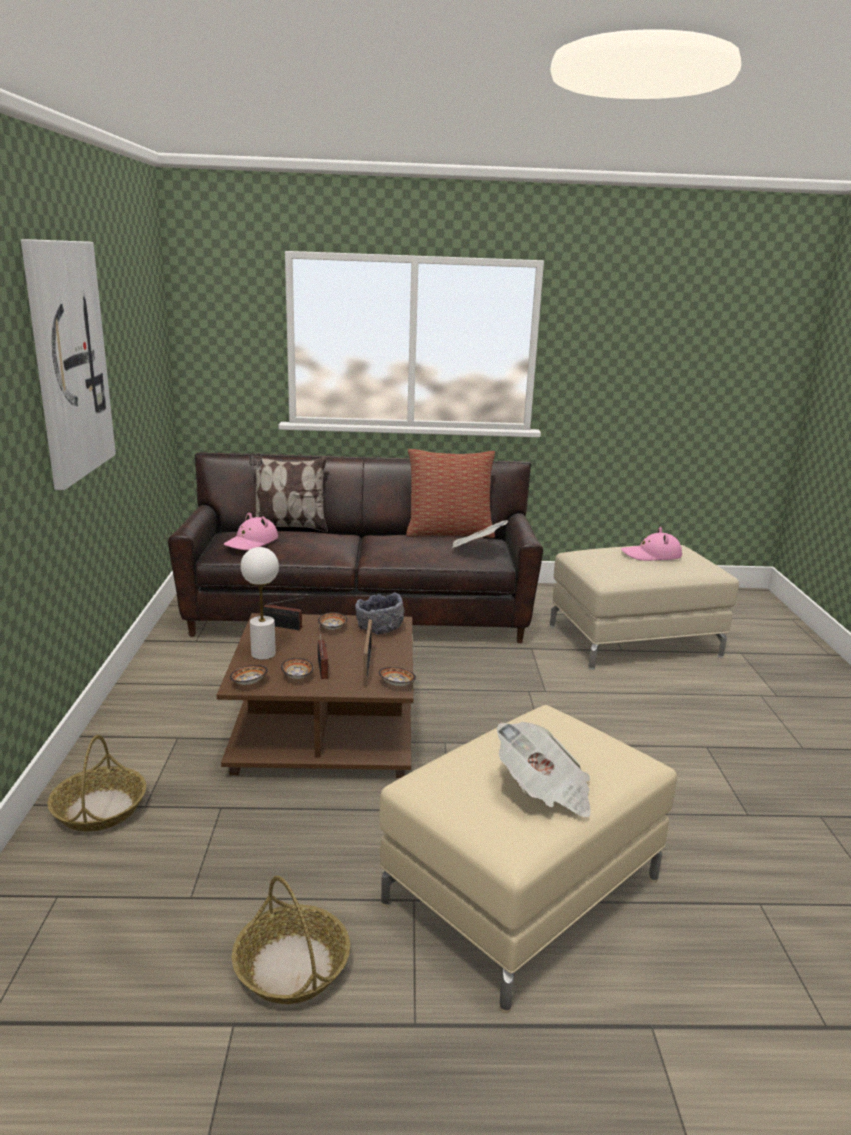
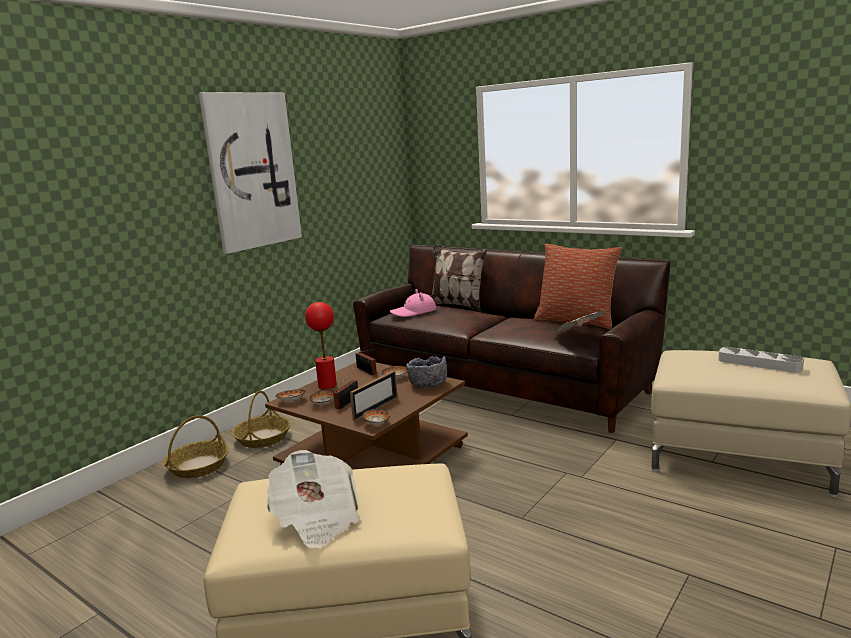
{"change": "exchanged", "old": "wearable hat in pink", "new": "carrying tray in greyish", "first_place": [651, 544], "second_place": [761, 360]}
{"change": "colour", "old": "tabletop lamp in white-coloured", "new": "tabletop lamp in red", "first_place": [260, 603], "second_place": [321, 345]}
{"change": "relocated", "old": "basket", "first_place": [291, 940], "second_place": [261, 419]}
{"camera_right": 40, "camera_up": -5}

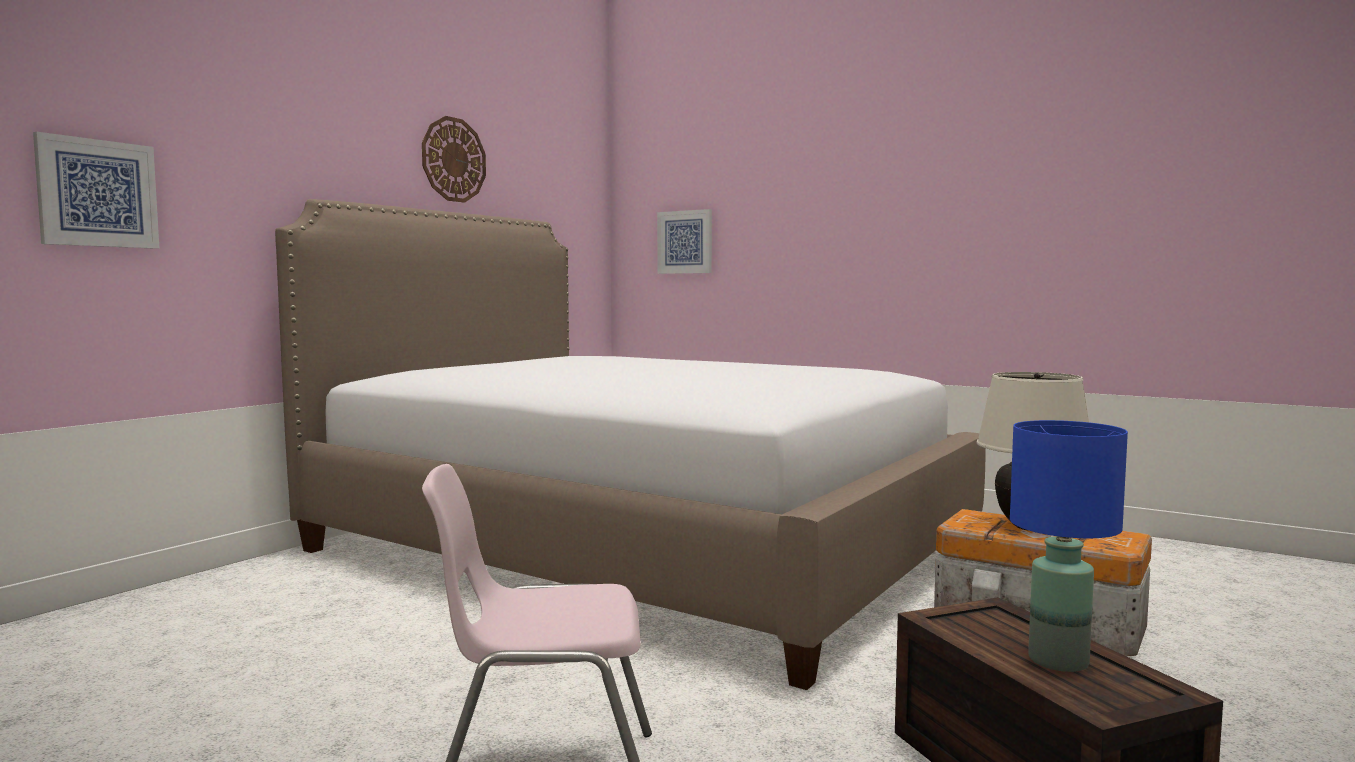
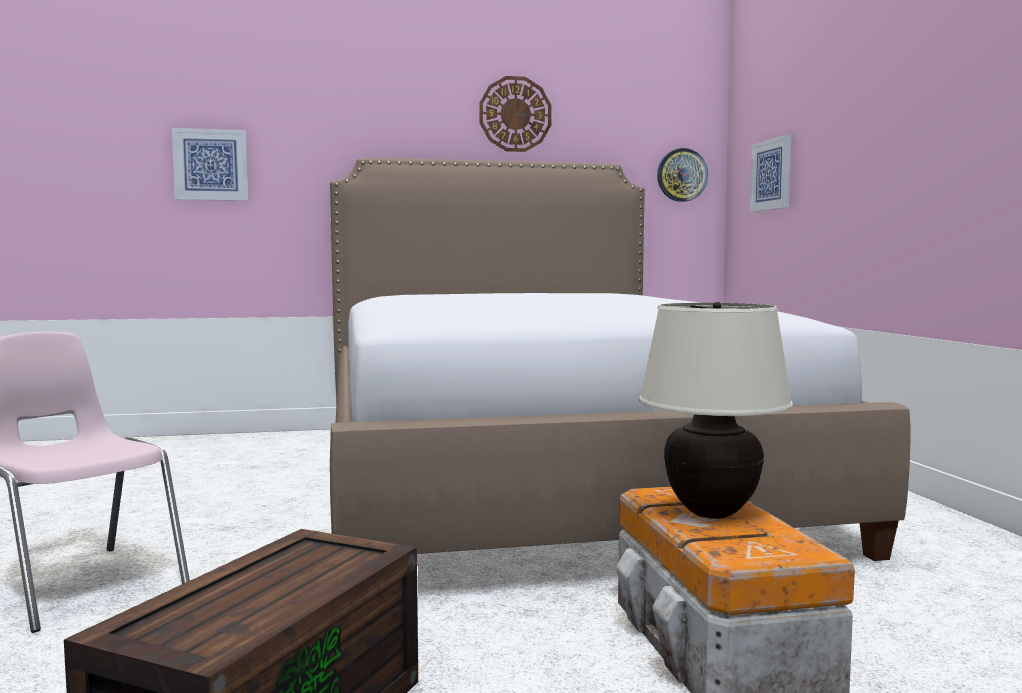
{"change": "missing", "old": "tabletop lamp in blue-coloured", "first_place": [1069, 546]}
{"change": "appeared", "new": "hanging clock", "second_place": [682, 175]}
{"camera_right": 45, "camera_up": 0}

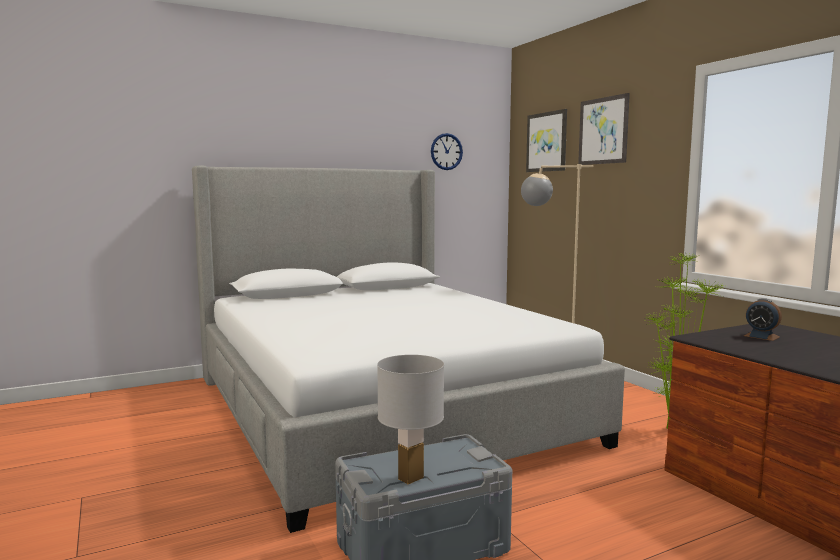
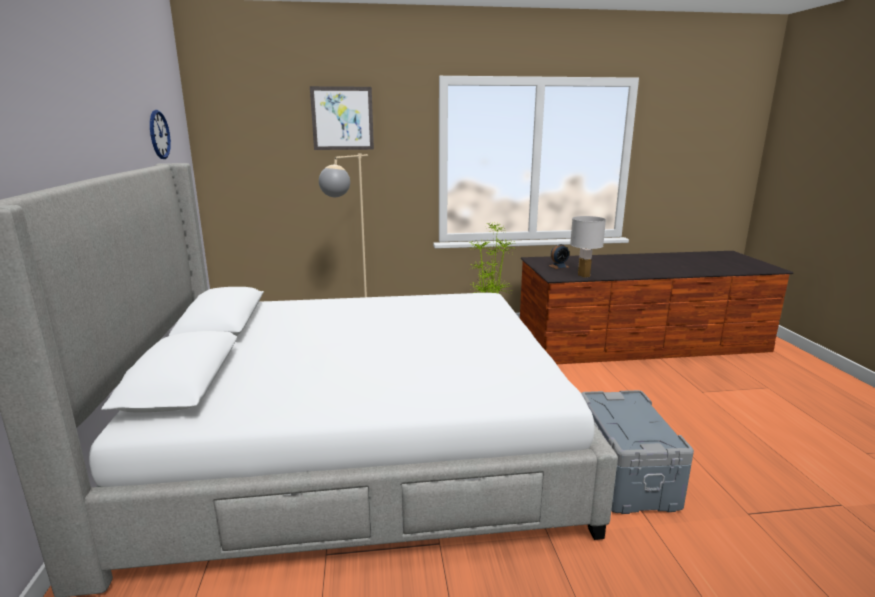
{"change": "missing", "old": "picture", "first_place": [546, 140]}
{"change": "relocated", "old": "tabletop lamp in white-coloured", "first_place": [410, 419], "second_place": [588, 247]}
{"camera_right": -70, "camera_up": 10}

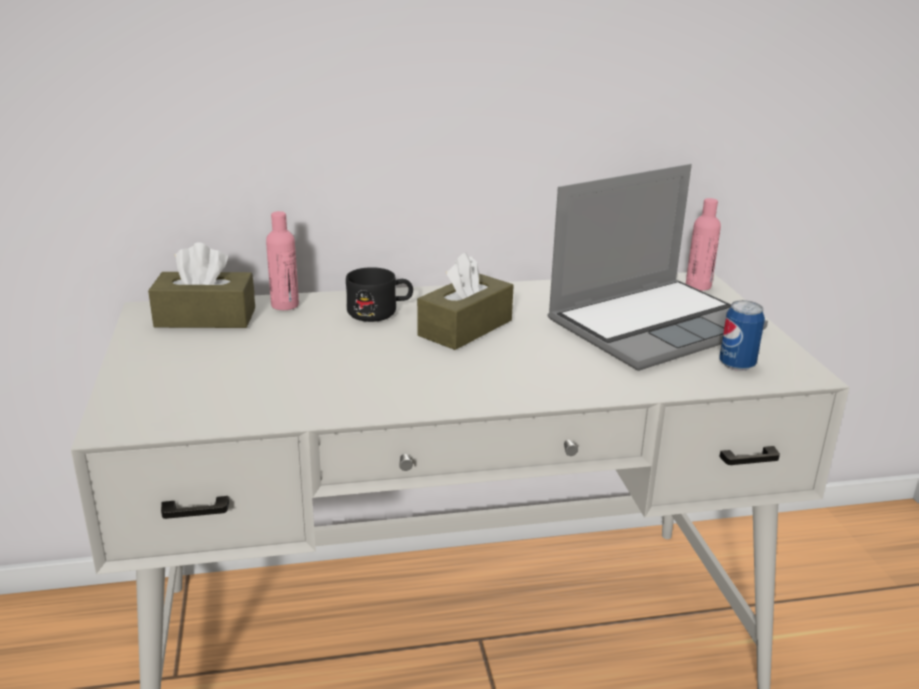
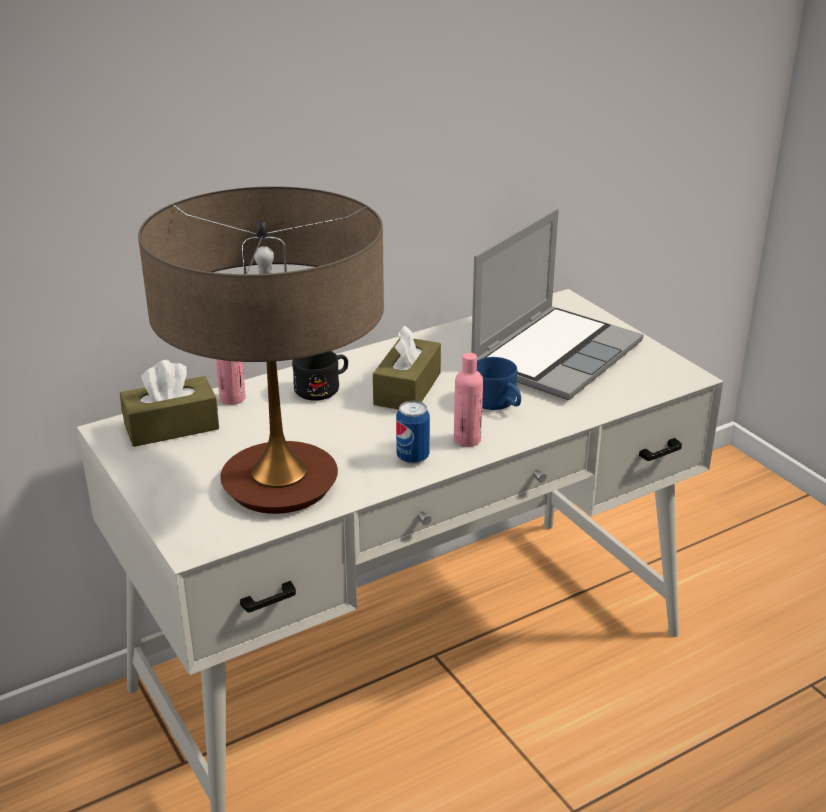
{"change": "relocated", "old": "bottle in pink", "first_place": [703, 244], "second_place": [468, 400]}
{"change": "relocated", "old": "can", "first_place": [742, 335], "second_place": [413, 432]}
{"change": "appeared", "new": "tabletop lamp", "second_place": [261, 350]}
{"change": "appeared", "new": "tea mug in blue-coloured", "second_place": [499, 383]}
{"camera_right": -20, "camera_up": 5}

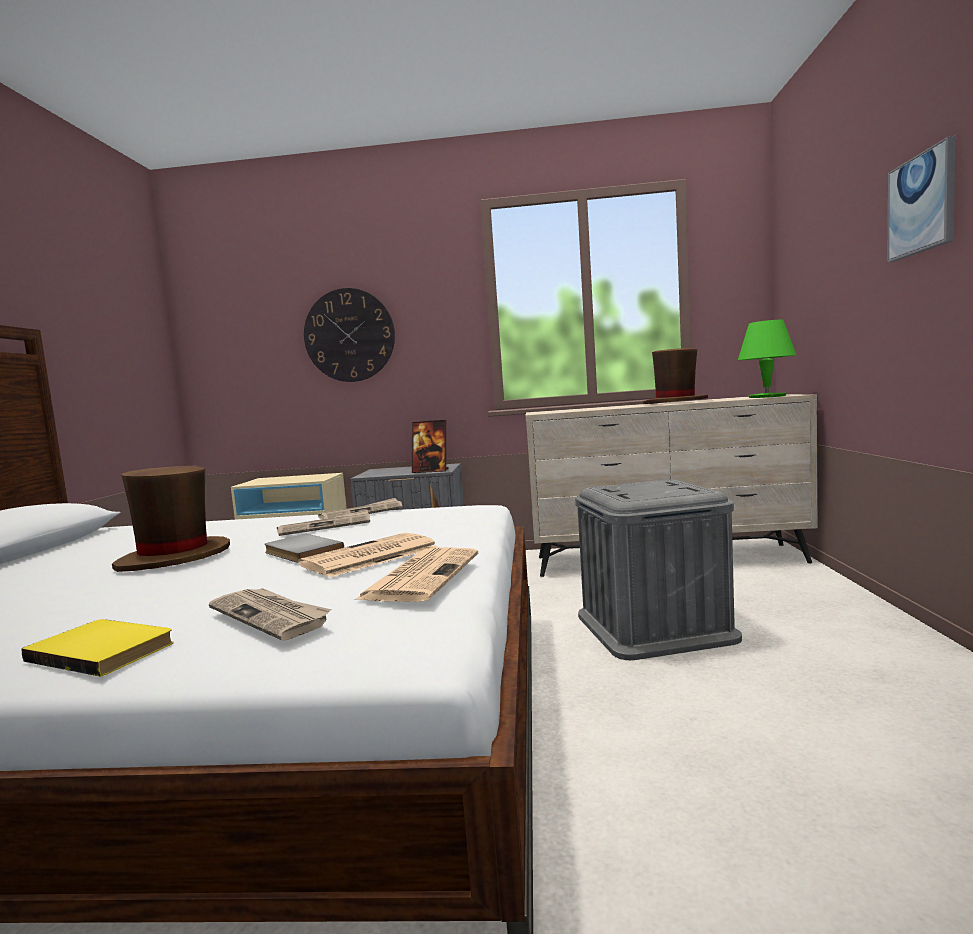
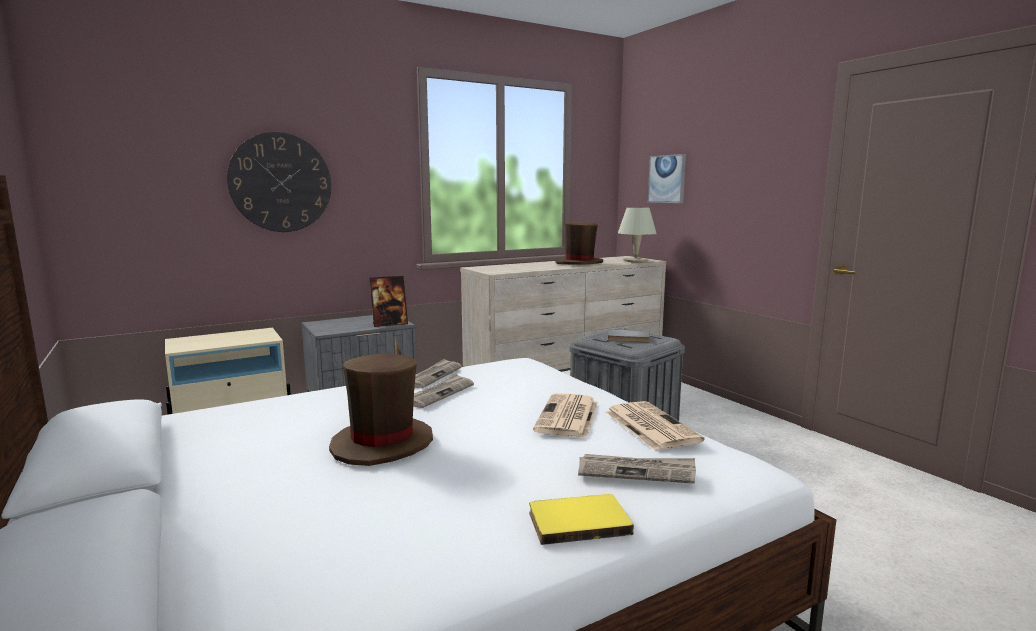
{"change": "relocated", "old": "picture", "first_place": [921, 199], "second_place": [667, 178]}
{"change": "colour", "old": "tabletop lamp in green", "new": "tabletop lamp in beige", "first_place": [767, 359], "second_place": [637, 234]}
{"change": "relocated", "old": "bound book in greyish", "first_place": [304, 548], "second_place": [628, 335]}
{"camera_right": -35, "camera_up": 5}

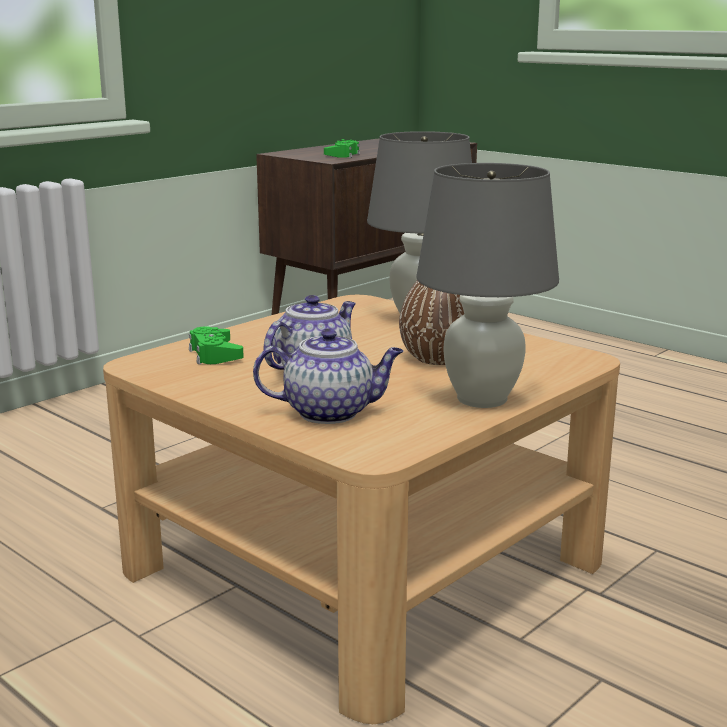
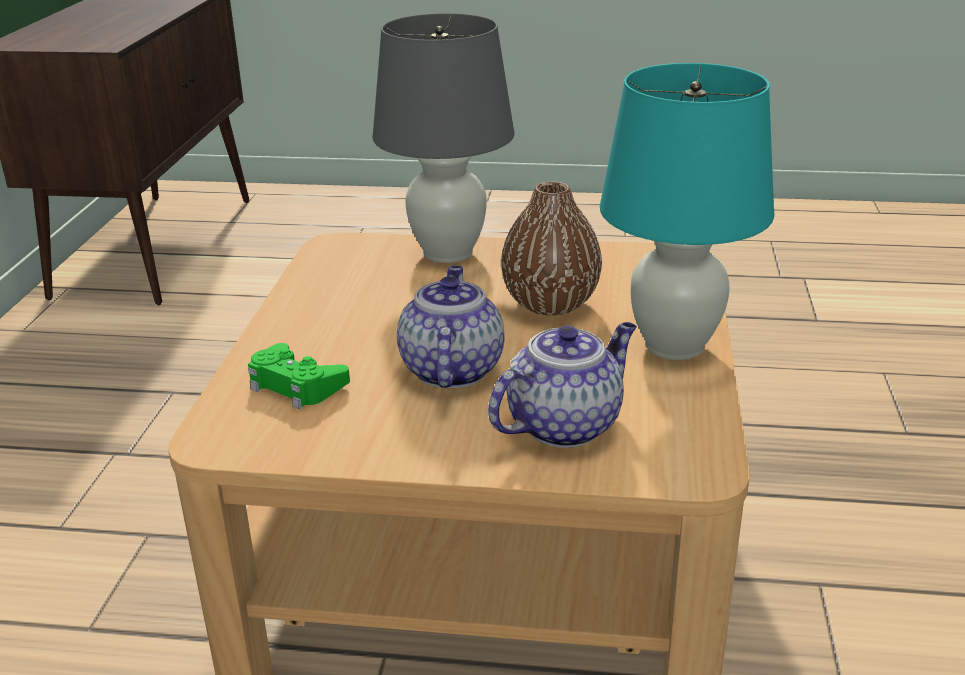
{"change": "missing", "old": "game controller in green", "first_place": [342, 148]}
{"change": "colour", "old": "tabletop lamp in greyish", "new": "tabletop lamp in turquoise-coloured", "first_place": [488, 285], "second_place": [687, 211]}
{"camera_right": -35, "camera_up": 10}

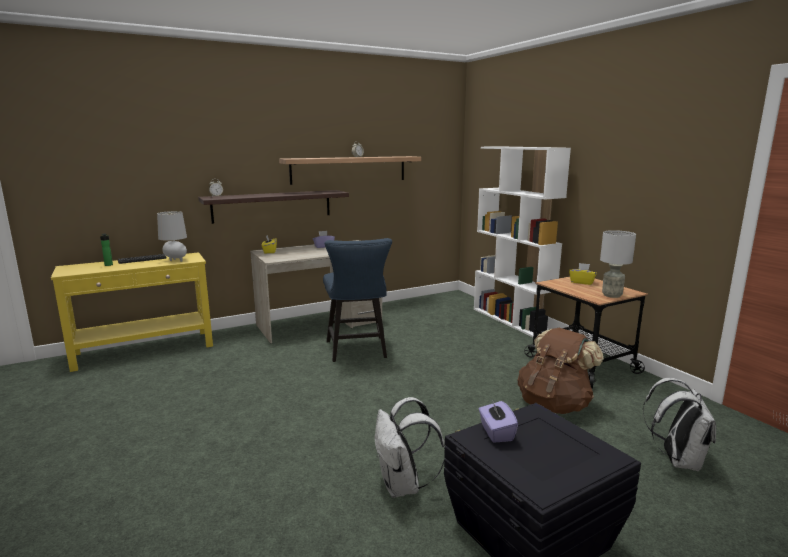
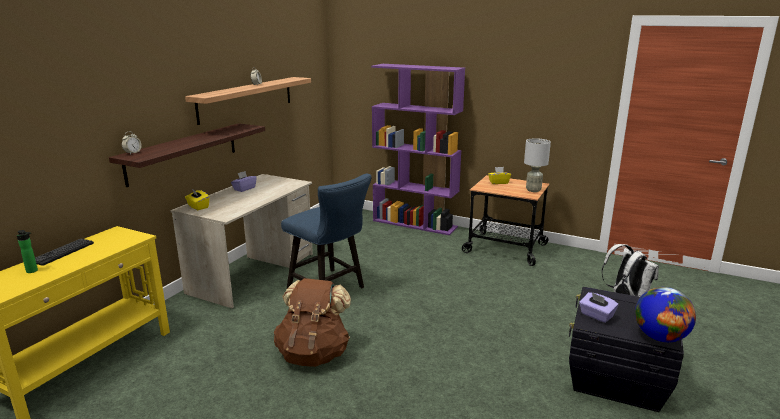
{"change": "colour", "old": "bookshelf in white-coloured", "new": "bookshelf in purple-coloured", "first_place": [522, 241], "second_place": [418, 149]}
{"change": "missing", "old": "tabletop lamp in greyish", "first_place": [172, 236]}
{"change": "relocated", "old": "knapsack in brown", "first_place": [560, 371], "second_place": [312, 322]}
{"change": "missing", "old": "knapsack in white-coloured", "first_place": [410, 447]}
{"change": "appeared", "new": "desk globe", "second_place": [665, 314]}
{"camera_right": -35, "camera_up": 5}

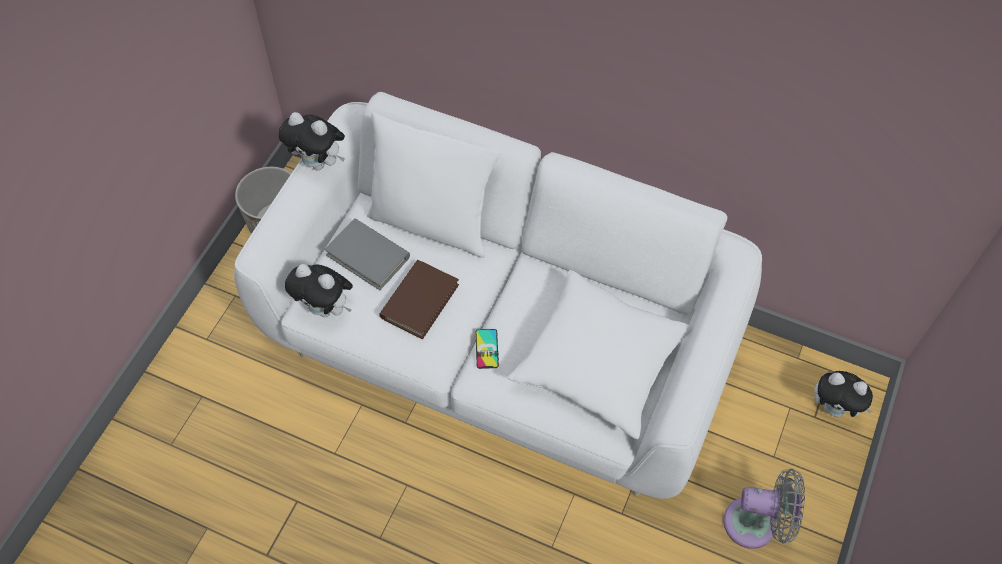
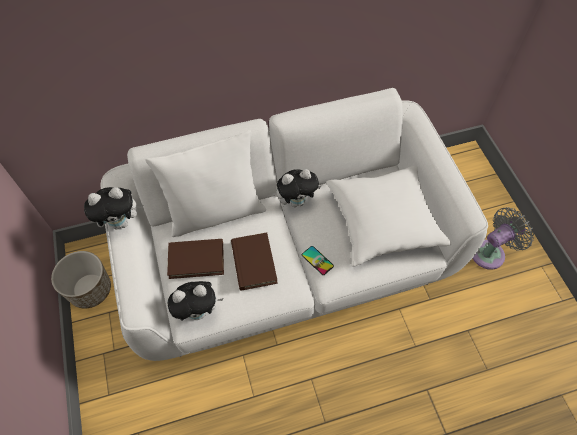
{"change": "colour", "old": "bound book in greyish", "new": "bound book in brown", "first_place": [367, 254], "second_place": [195, 259]}
{"change": "relocated", "old": "cuddly toy", "first_place": [843, 394], "second_place": [299, 188]}
{"camera_right": -40, "camera_up": 0}

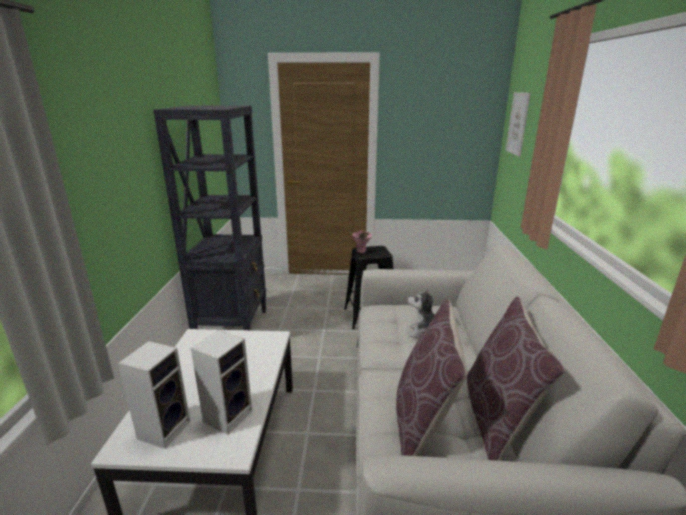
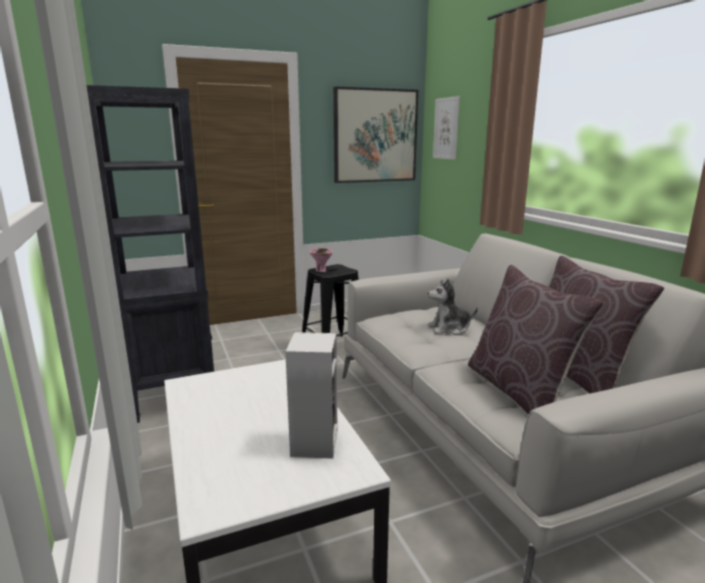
{"change": "missing", "old": "audio speaker", "first_place": [154, 395]}
{"change": "appeared", "new": "picture", "second_place": [375, 134]}
{"camera_right": -25, "camera_up": -5}

